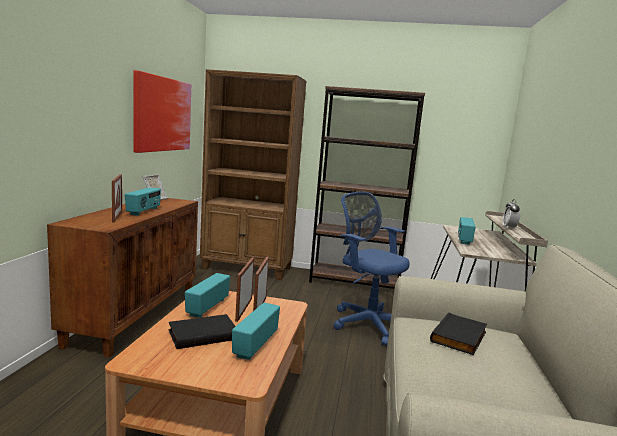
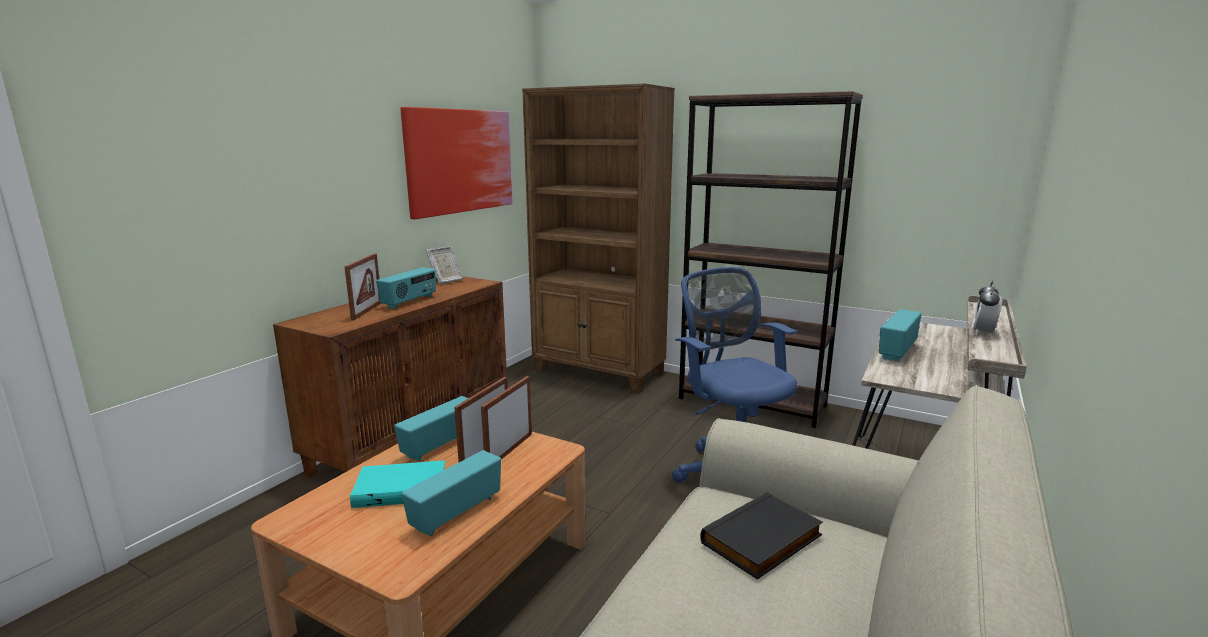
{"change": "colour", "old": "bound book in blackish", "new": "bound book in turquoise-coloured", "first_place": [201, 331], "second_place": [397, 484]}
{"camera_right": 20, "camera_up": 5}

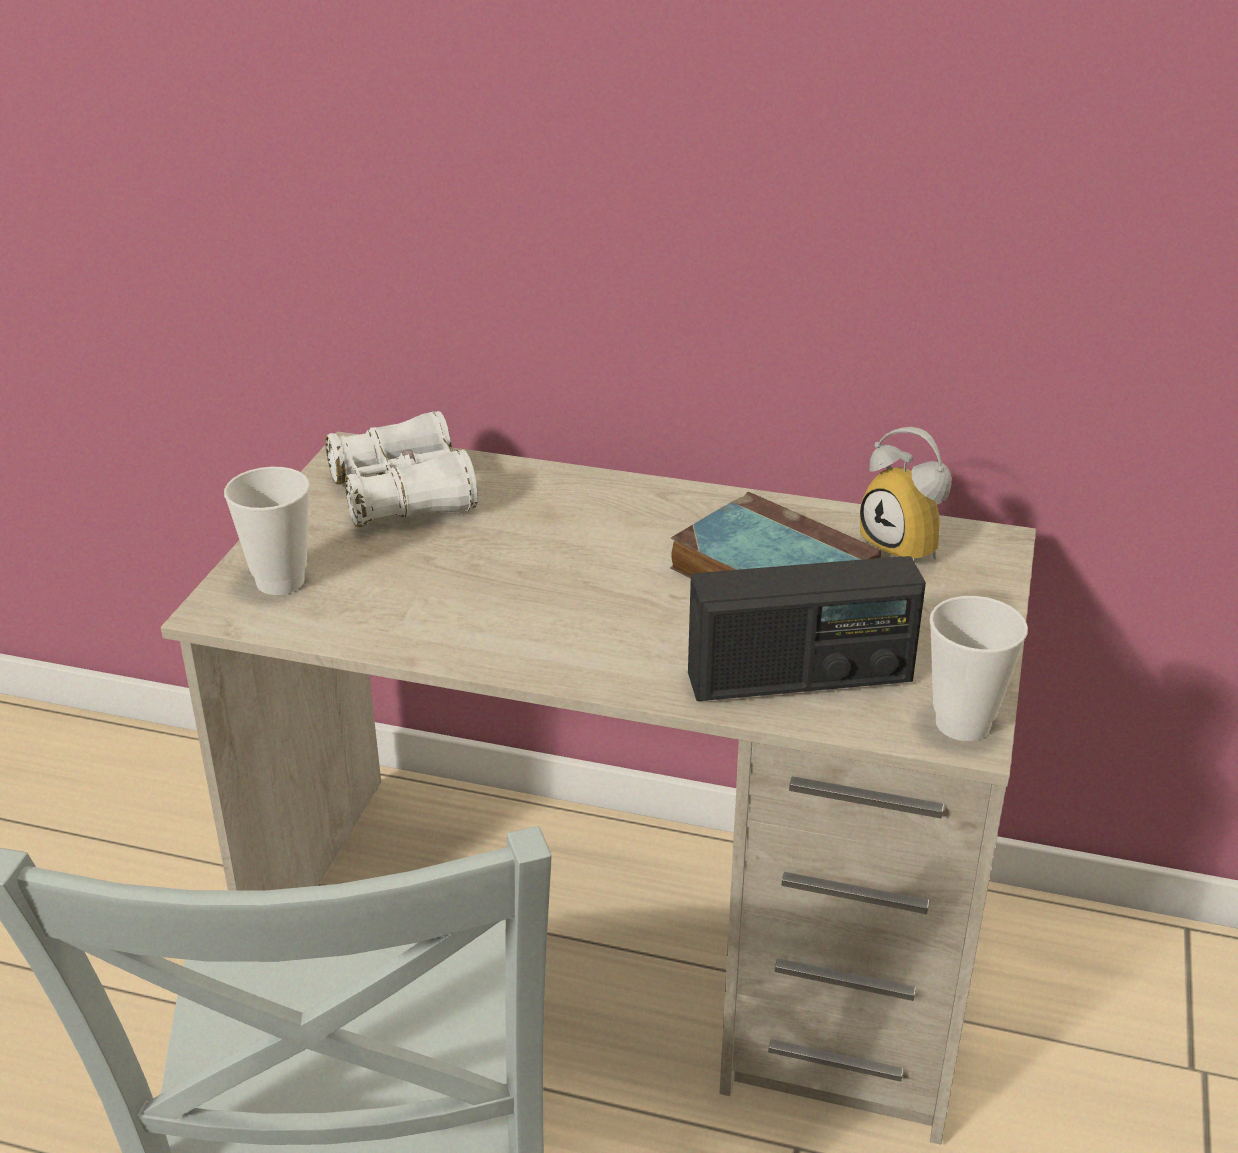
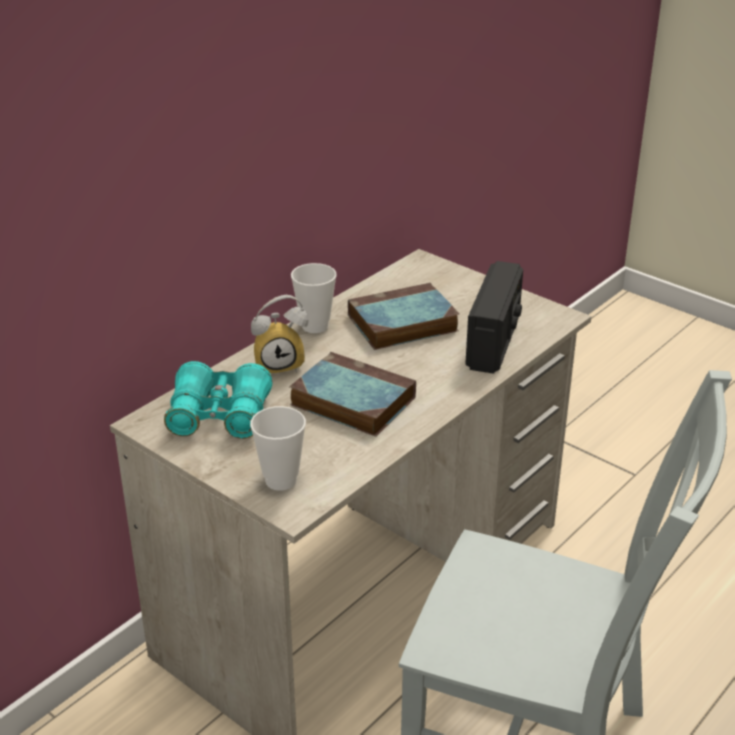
{"change": "colour", "old": "pair of binoculars in white-coloured", "new": "pair of binoculars in turquoise-coloured", "first_place": [401, 469], "second_place": [218, 400]}
{"change": "relocated", "old": "alarm clock", "first_place": [905, 493], "second_place": [280, 334]}
{"change": "relocated", "old": "drinking cup", "first_place": [978, 668], "second_place": [314, 298]}
{"change": "appeared", "new": "bound book", "second_place": [353, 394]}
{"camera_right": -65, "camera_up": 0}

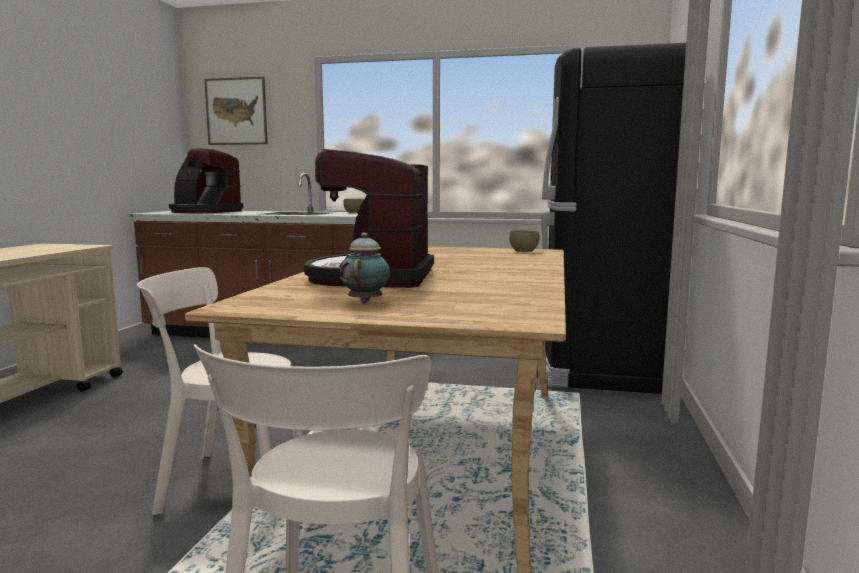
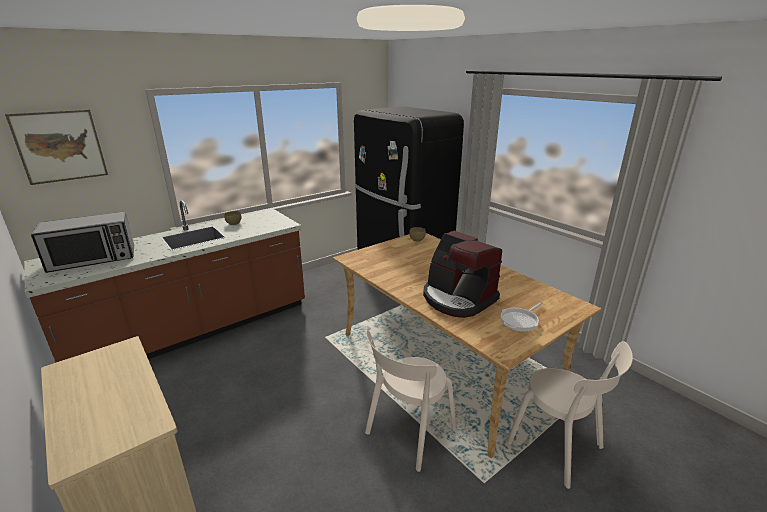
{"change": "exchanged", "old": "coffee brewer", "new": "microwave oven", "first_place": [206, 180], "second_place": [82, 242]}
{"change": "exchanged", "old": "tea pot", "new": "skillet", "first_place": [365, 268], "second_place": [522, 317]}
{"camera_right": -50, "camera_up": 15}

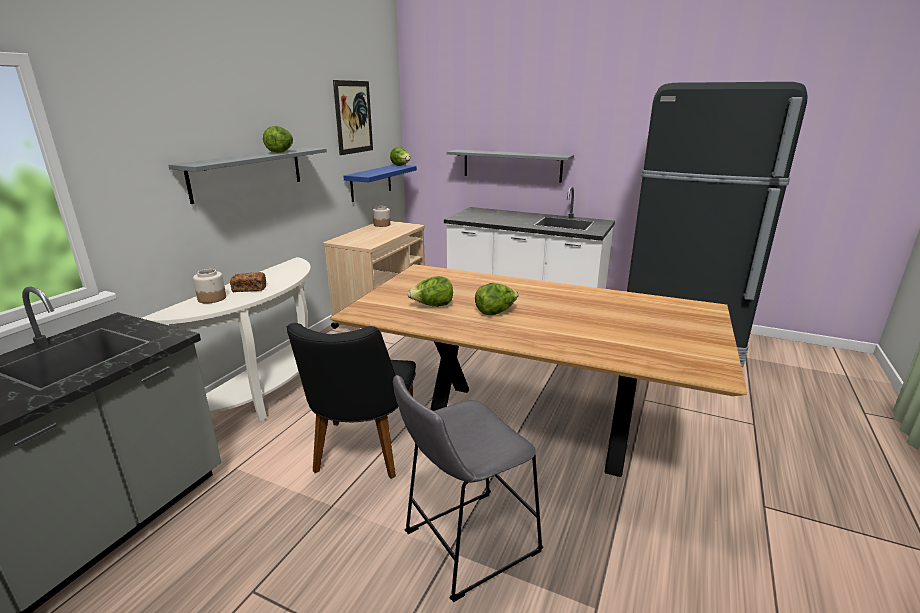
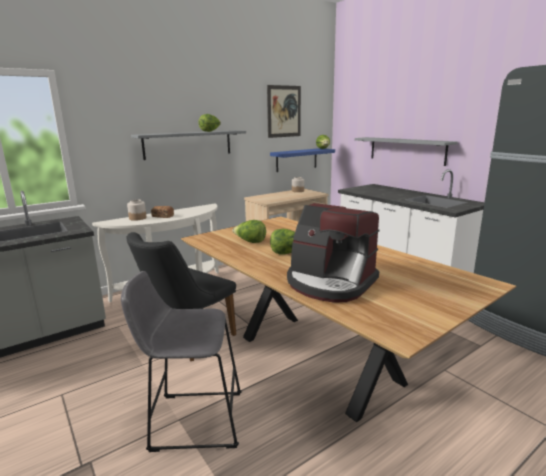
{"change": "appeared", "new": "coffee brewer", "second_place": [333, 252]}
{"camera_right": 30, "camera_up": -5}

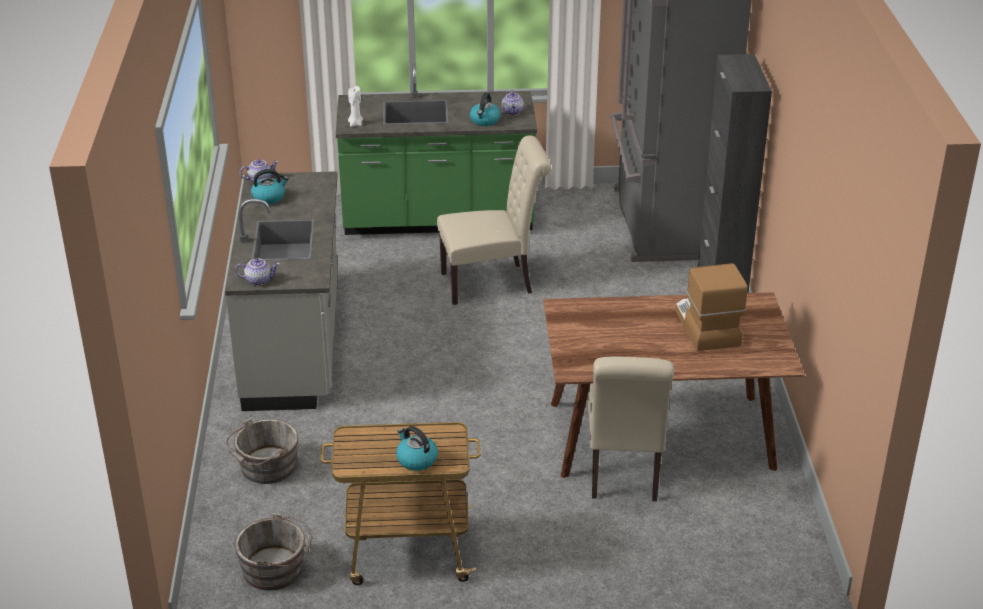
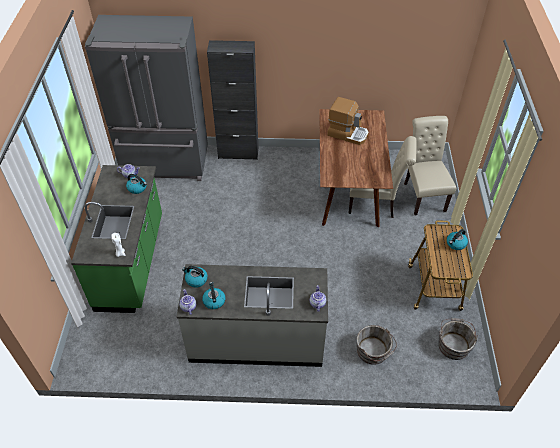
{"change": "relocated", "old": "upright chair in beige", "first_place": [494, 220], "second_place": [430, 166]}
{"change": "spun", "old": "coffee brewer", "first_place": [711, 307], "second_place": [348, 121], "degrees": -150}
{"change": "appeared", "new": "kettle", "second_place": [195, 277]}
{"camera_right": -85, "camera_up": 15}

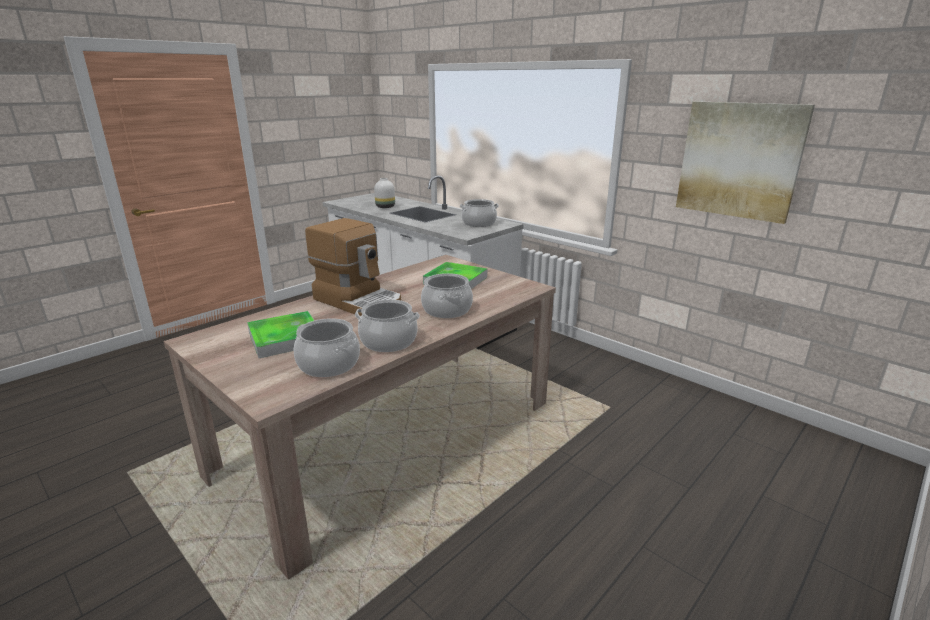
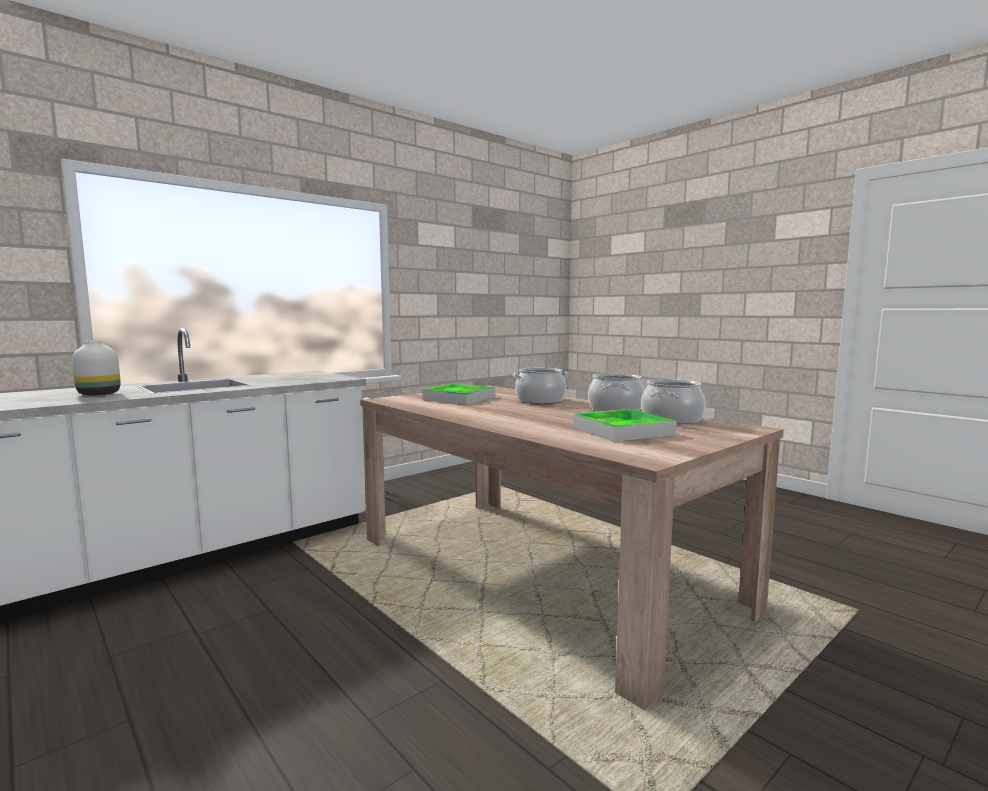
{"change": "missing", "old": "picture", "first_place": [745, 162]}
{"change": "missing", "old": "saucepot", "first_place": [479, 213]}
{"change": "missing", "old": "coffee brewer", "first_place": [353, 267]}
{"camera_right": -85, "camera_up": -15}

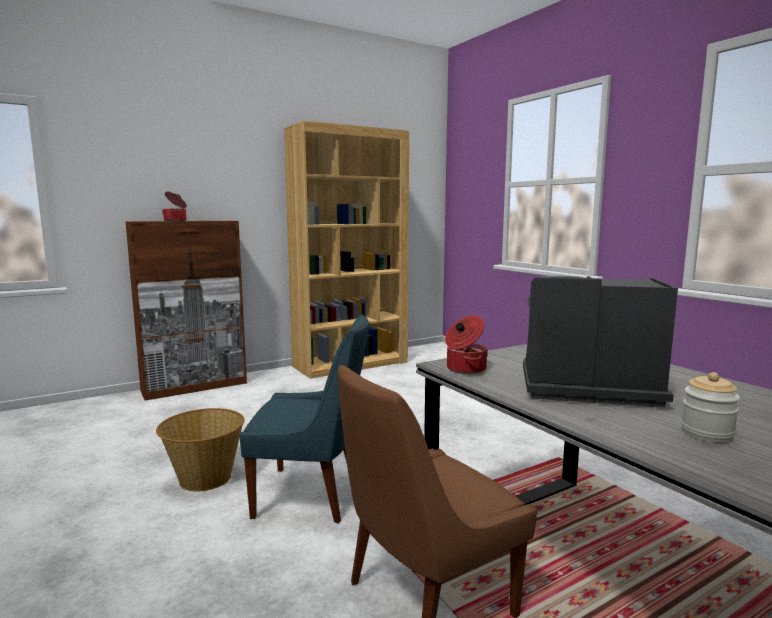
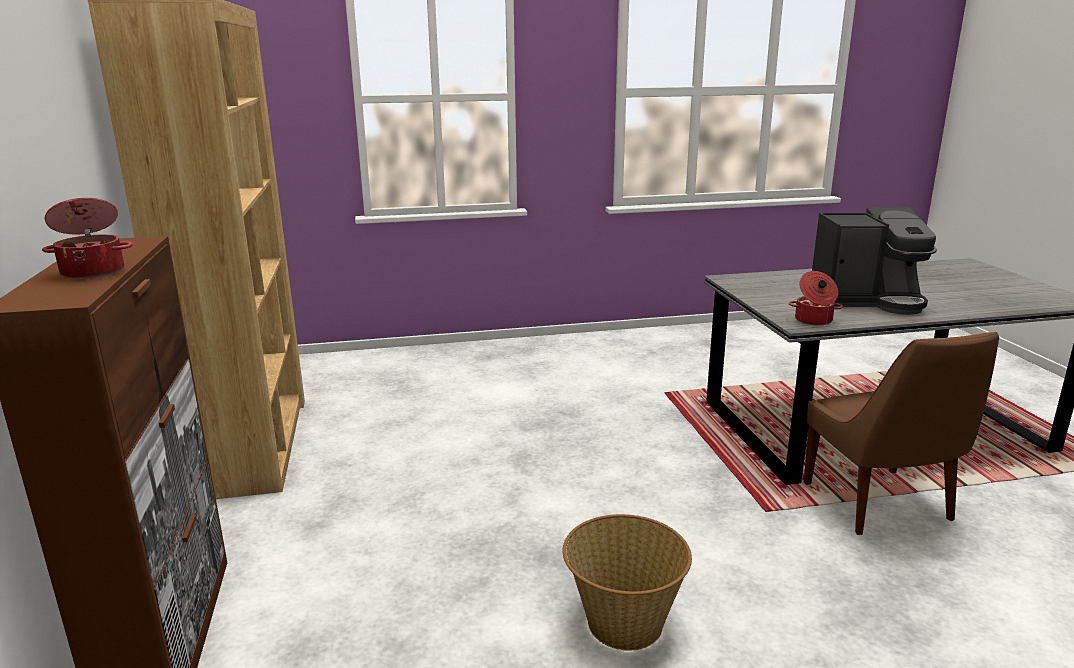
{"change": "spun", "old": "coffee brewer", "first_place": [600, 342], "second_place": [874, 261], "degrees": -120}
{"change": "missing", "old": "upright chair in blue-coloured", "first_place": [304, 419]}
{"change": "missing", "old": "preserve jar", "first_place": [710, 407]}
{"camera_right": -70, "camera_up": 10}

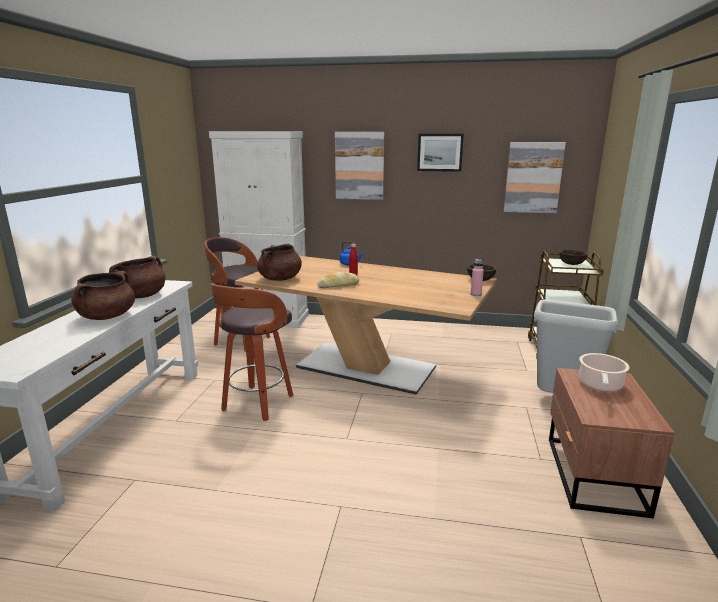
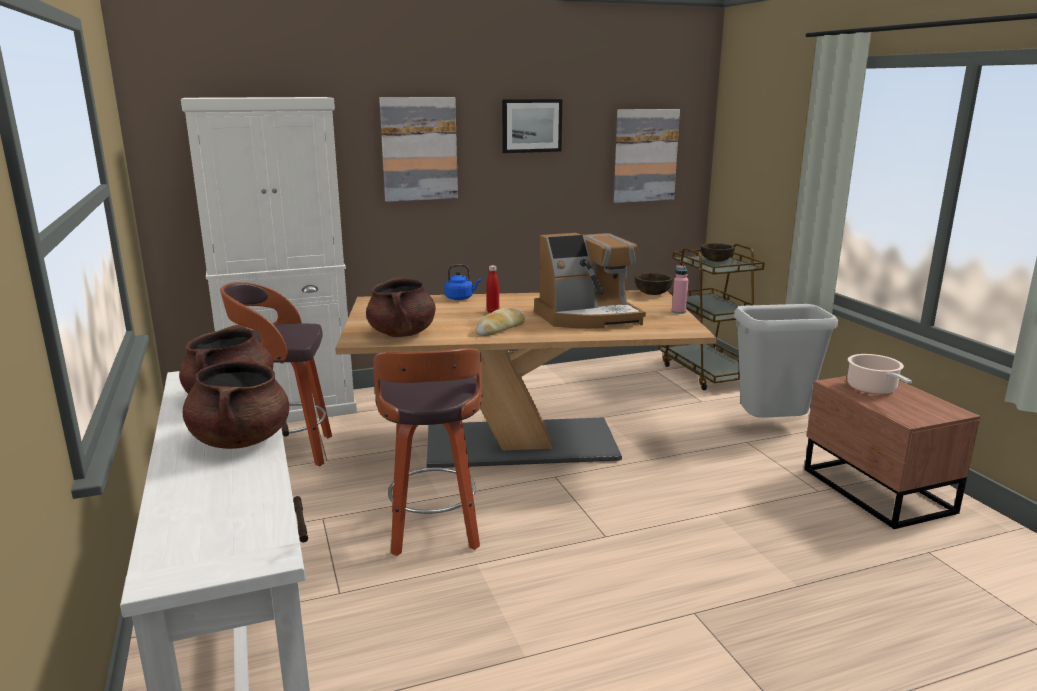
{"change": "appeared", "new": "coffee brewer", "second_place": [590, 281]}
{"camera_right": -30, "camera_up": 0}

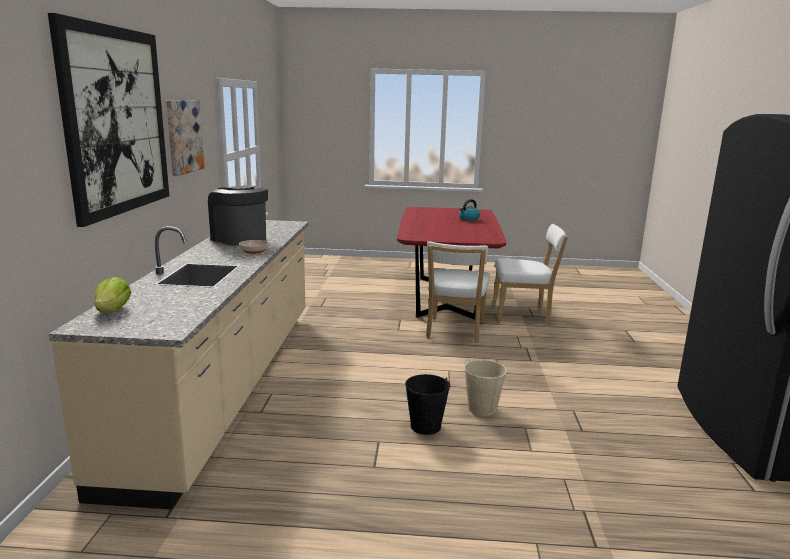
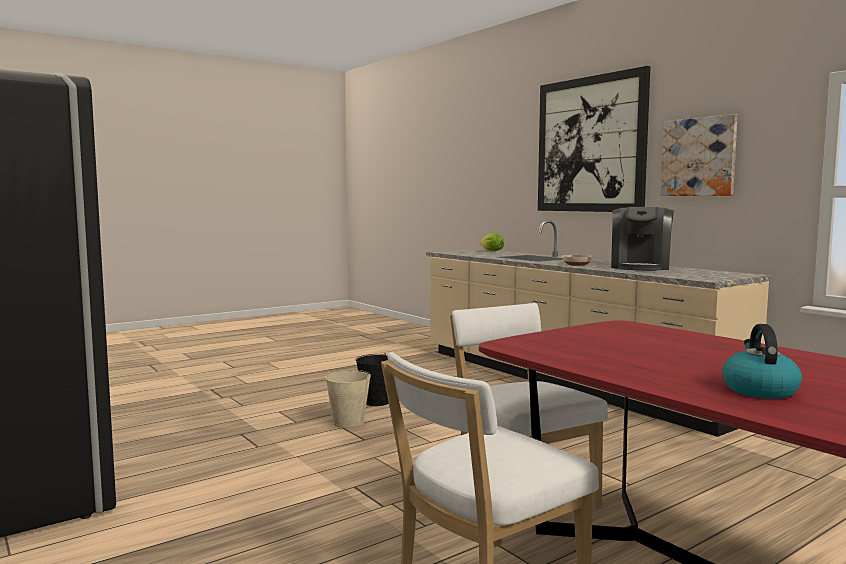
{"change": "spun", "old": "coffee brewer", "first_place": [238, 215], "second_place": [642, 239], "degrees": 105}
{"camera_right": 140, "camera_up": -10}

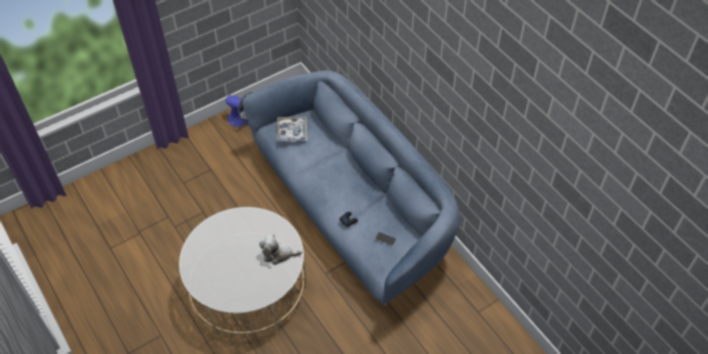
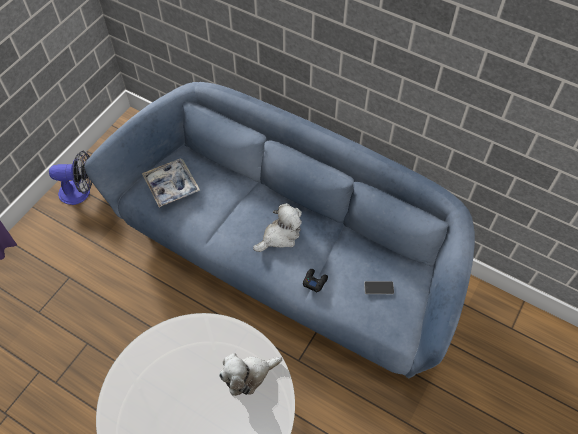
{"change": "appeared", "new": "cuddly toy", "second_place": [277, 227]}
{"camera_right": -25, "camera_up": 5}

